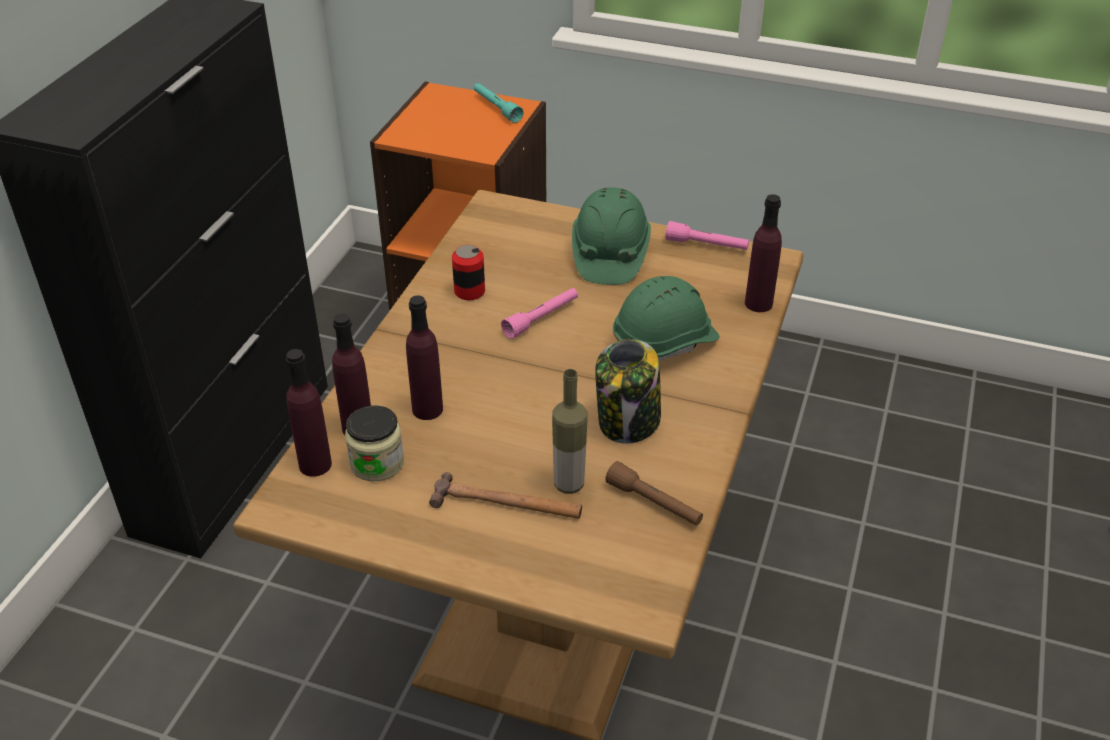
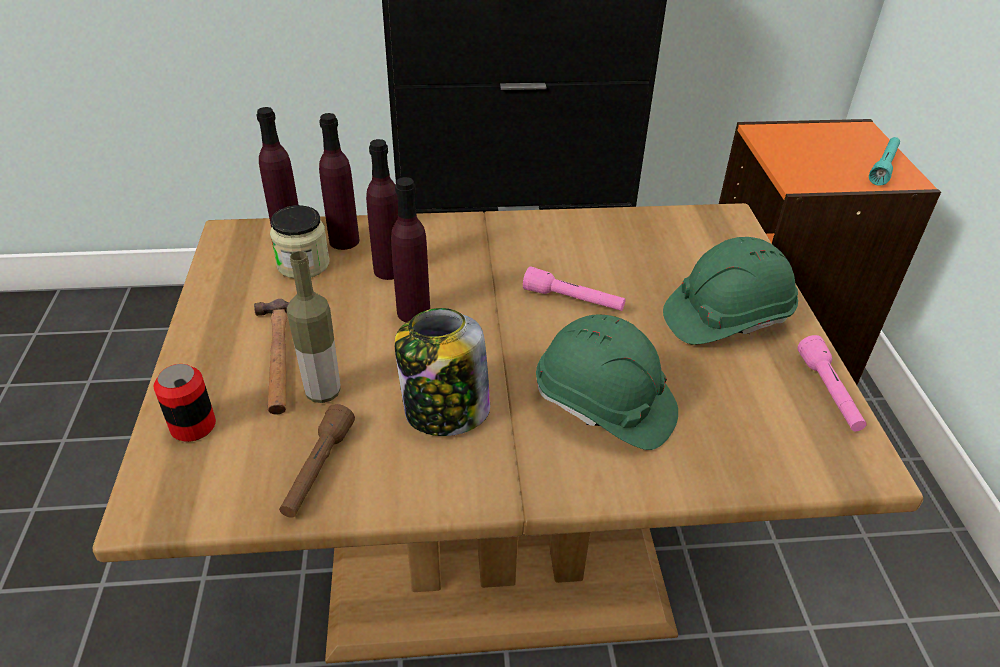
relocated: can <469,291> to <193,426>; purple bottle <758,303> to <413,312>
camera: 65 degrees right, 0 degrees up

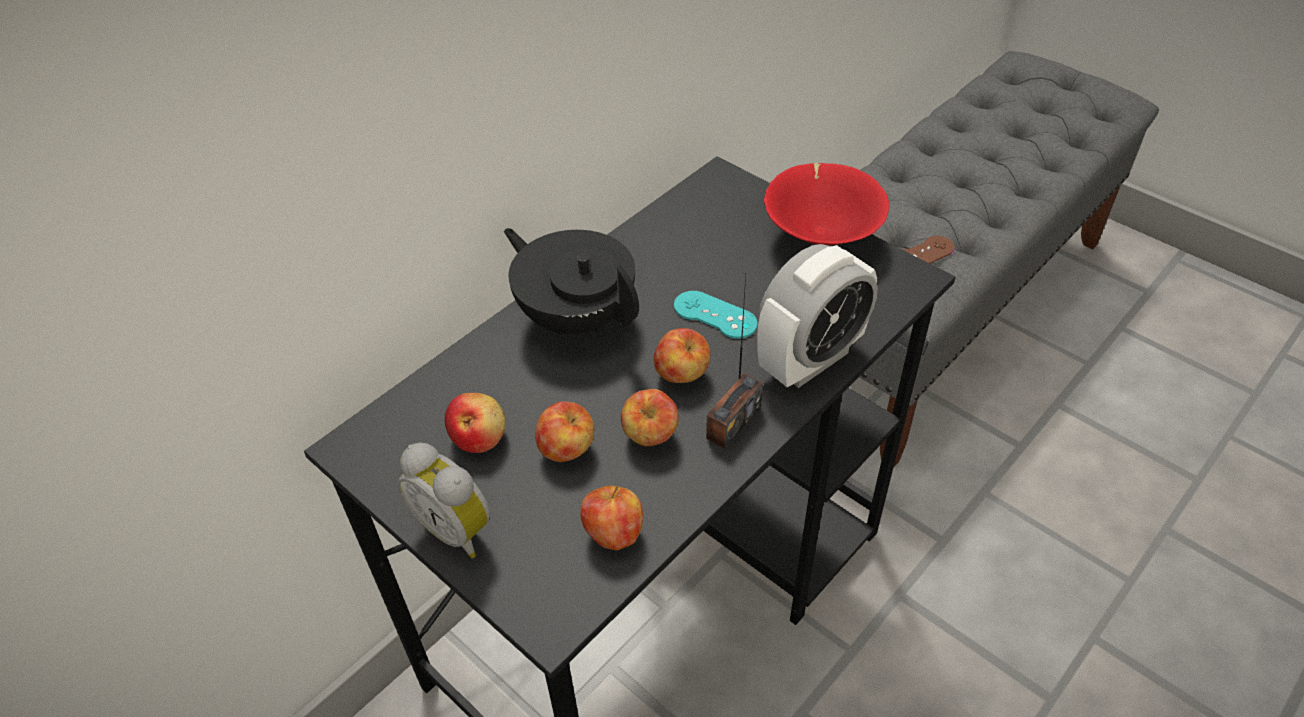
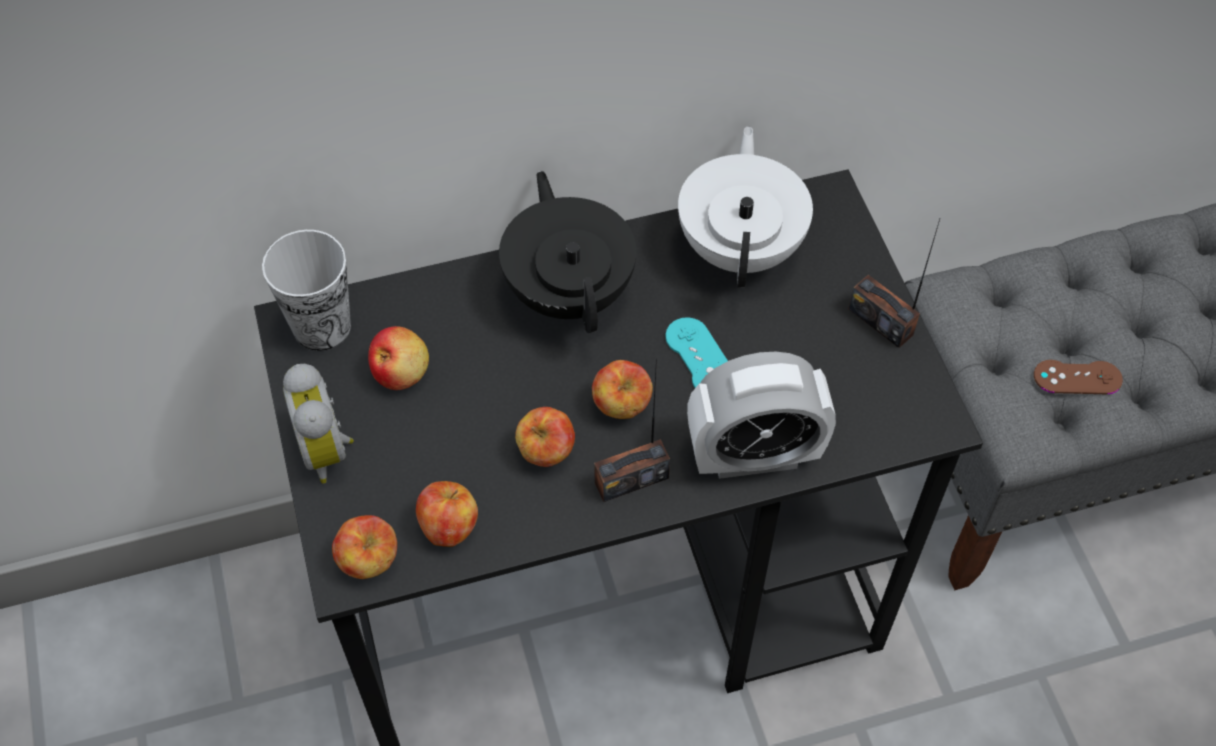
appeared: cup <322,326>; white teapot <741,247>
relocated: apple <567,450> to <368,561>
exchanged: red bowl <821,234> to radio <881,321>
camera: 30 degrees right, 10 degrees up

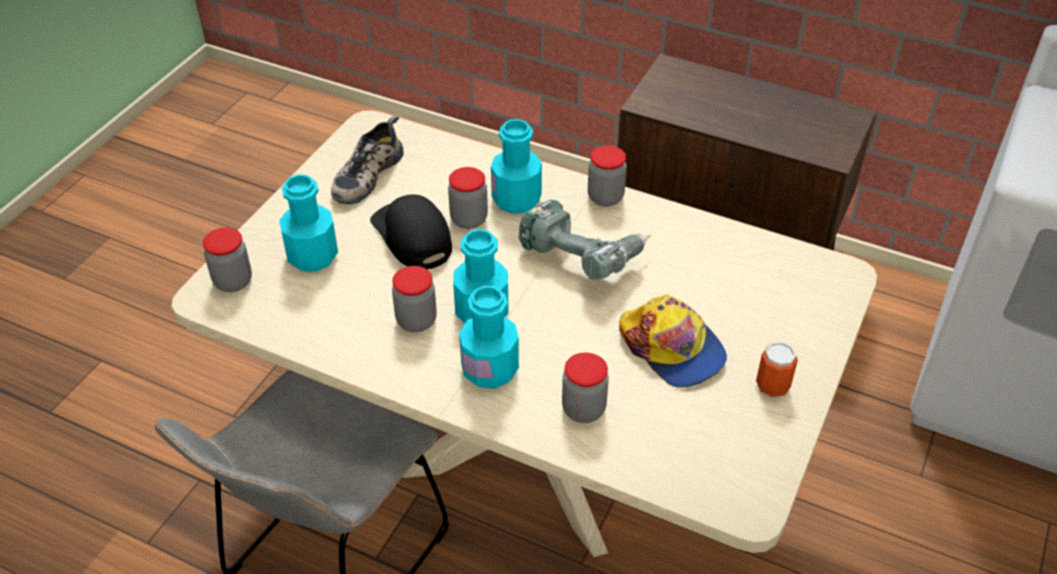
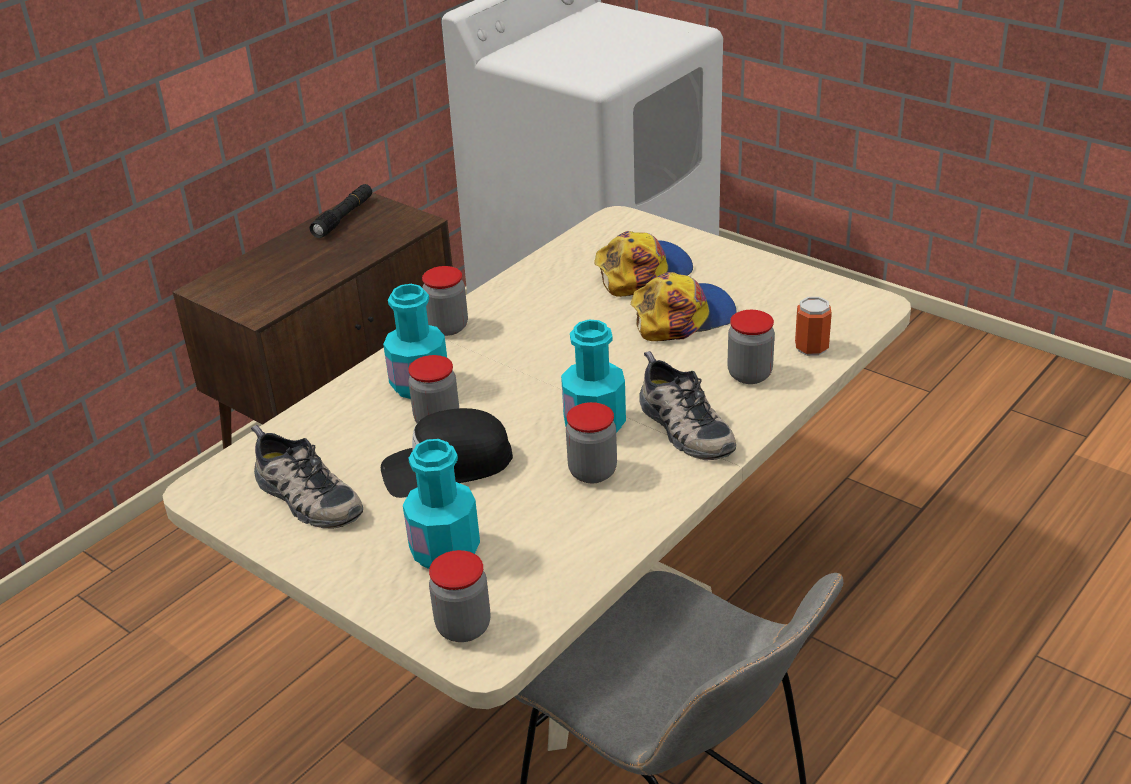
missing: power drill <583,256>
appeared: black flashlight <343,217>; cap <643,272>
relocated: can <772,386> to <811,347>
exchanged: turquoise bottle <490,369> to shoe <682,426>
camera: 75 degrees left, 10 degrees down

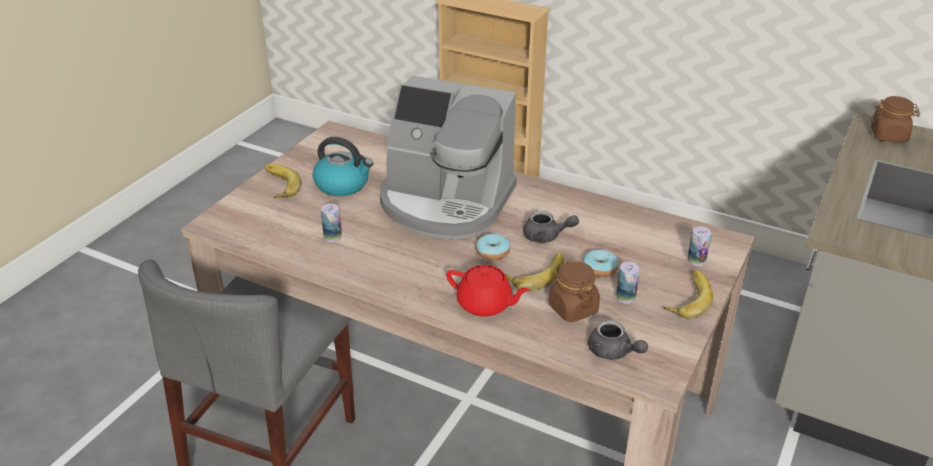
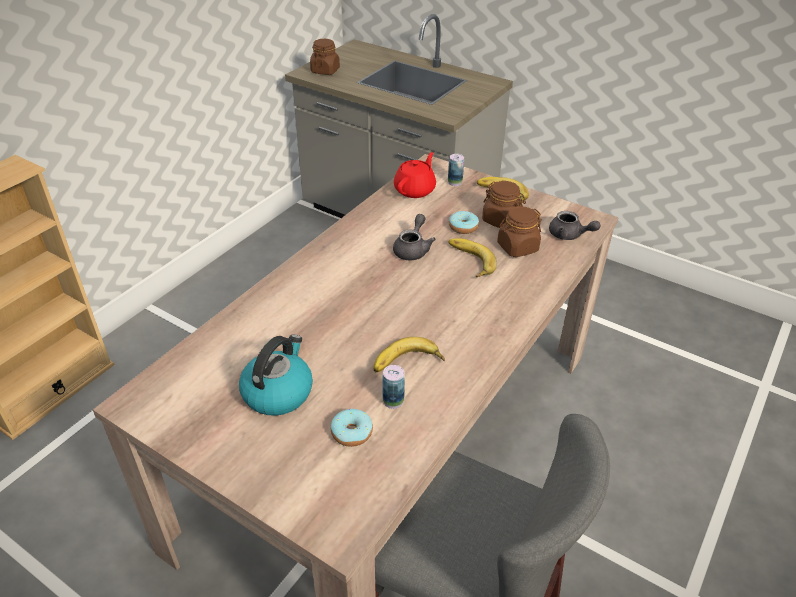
missing: coffee machine <445,203>
relocated: banana <277,185> to <408,364>; red teapot <485,304> to <415,190>; donut <492,252> to <352,433>
exchanged: can <625,297> to brown jar <502,220>
spun: grey teapot <613,352> = <569,235> 75 degrees clockwise
camera: 85 degrees left, 5 degrees up

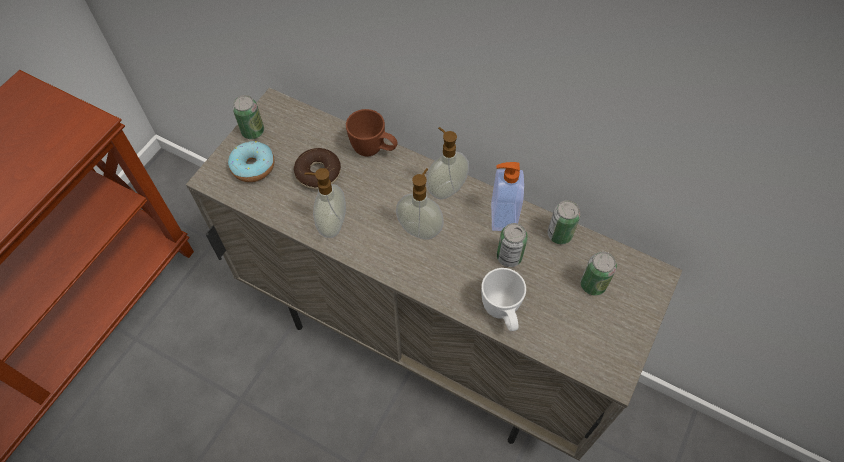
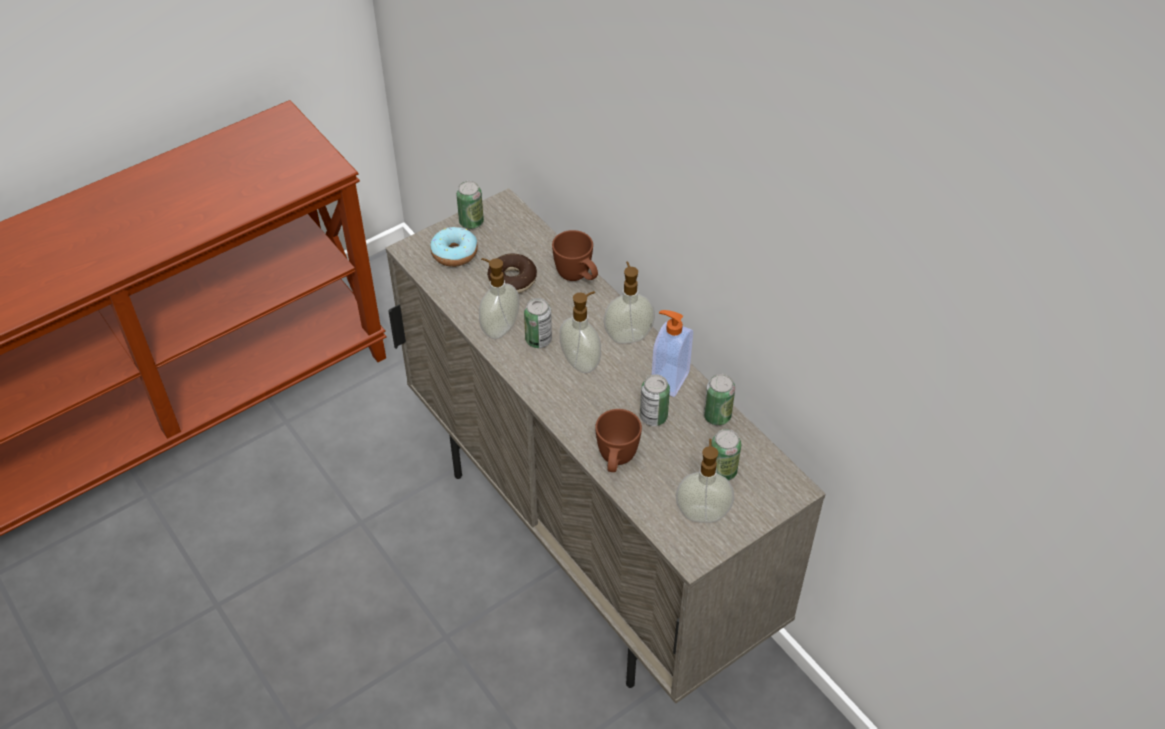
appeared: can <538,340>; soap dispenser <702,513>
colour: white mug <502,313> to brown mug <616,461>
camera: 25 degrees right, 10 degrees down

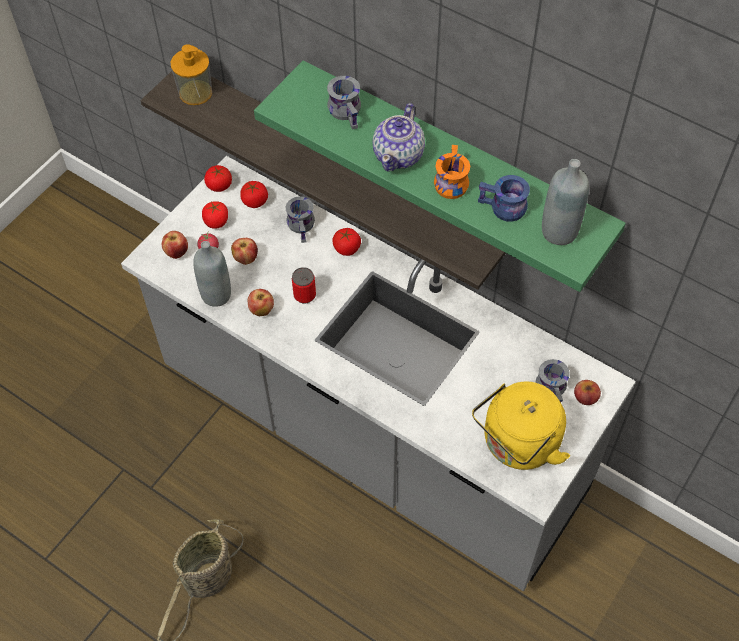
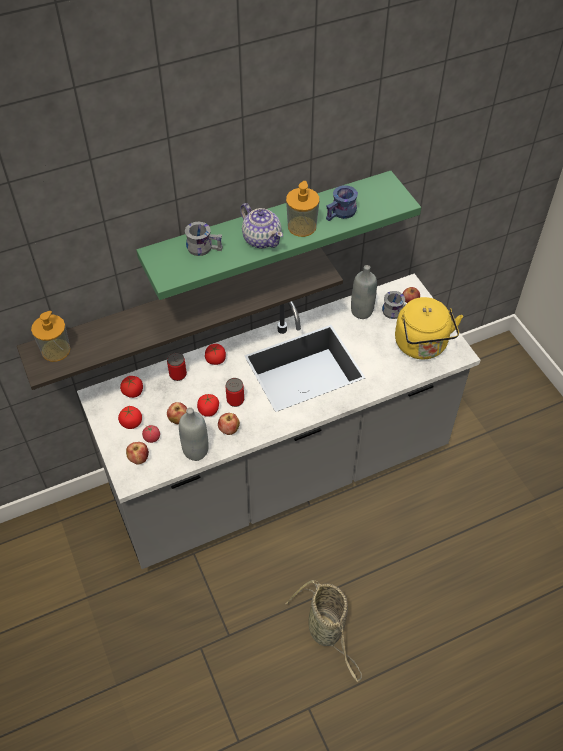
relocated: tomato <219,185> to <208,410>; grey bottle <559,231> to <361,311>
exchanged: grey mug <303,226> to can <178,374>; orange mug <448,181> to soap dispenser <302,226>
camera: 60 degrees left, 5 degrees down

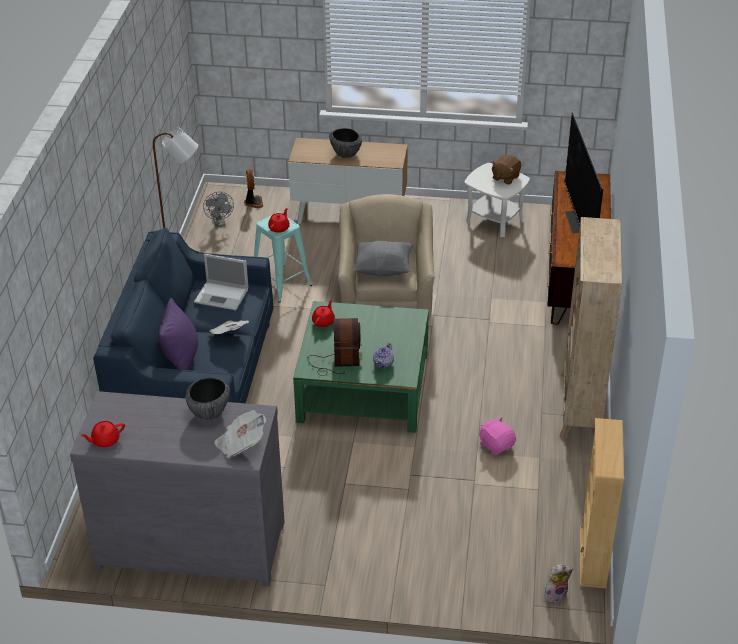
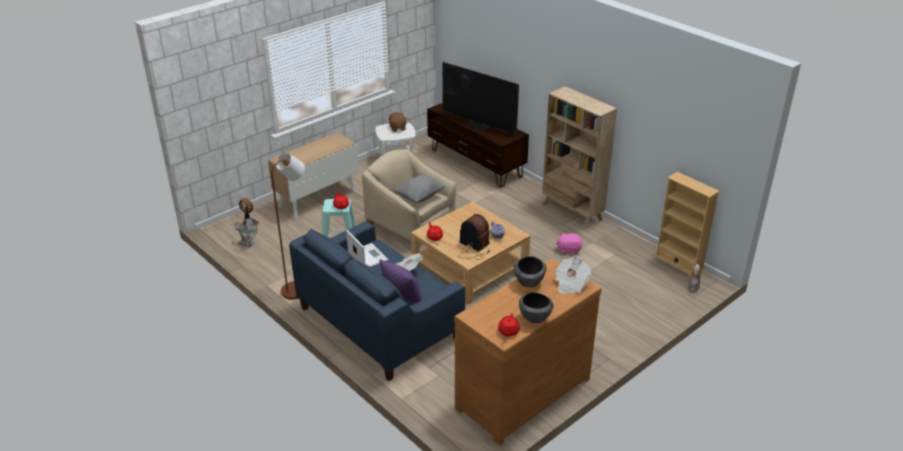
relocated: bowl <346,154> to <535,318>
colour: grey dresser <191,542> to brown dresser <521,392>; green coffee table <363,387> to beige coffee table <470,267>
spun: laptop <222,296> = <367,256> 90 degrees counterclockwise
camera: 50 degrees left, 5 degrees down

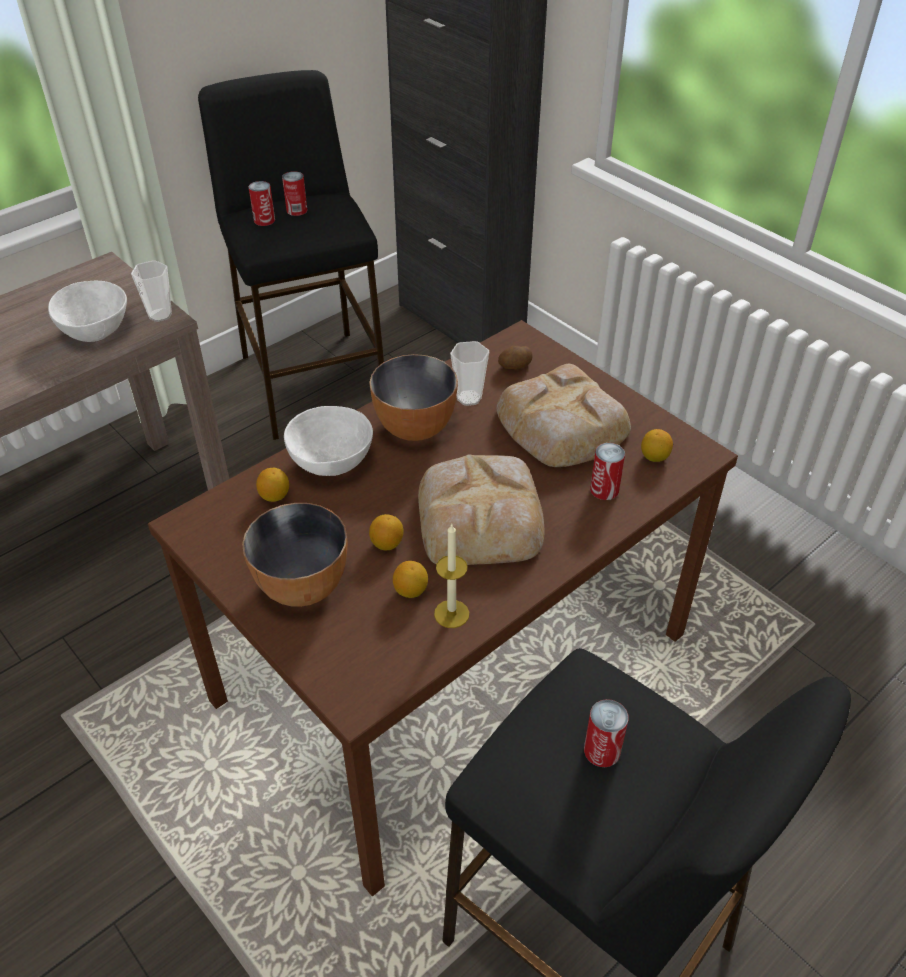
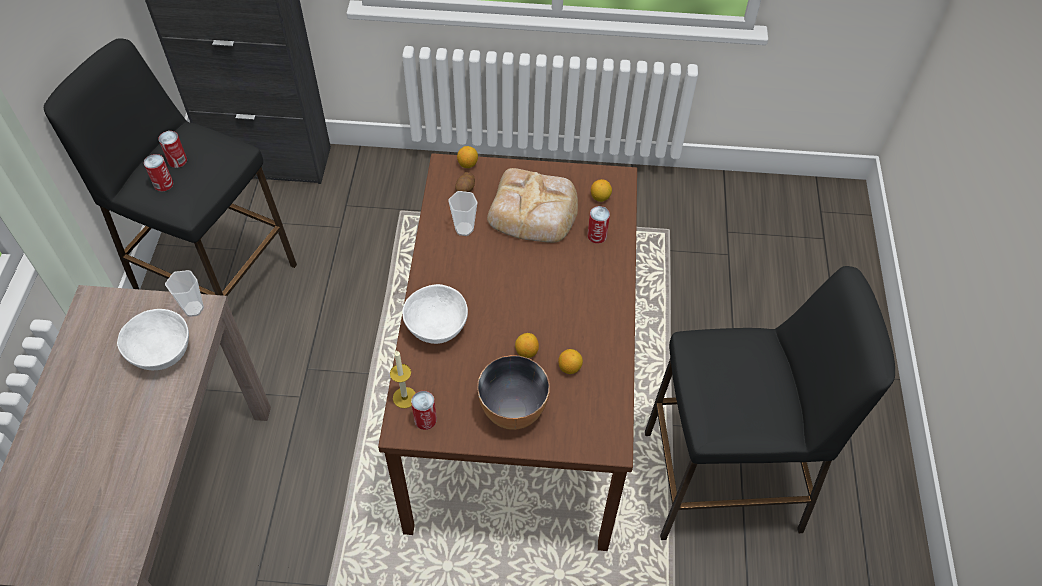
missing: bowl <415,428>; bread <481,517>
relocated: lemon <275,496> to <467,164>; candle <451,614> to <404,397>; can <602,750> to <425,419>
camera: 45 degrees left, 10 degrees up

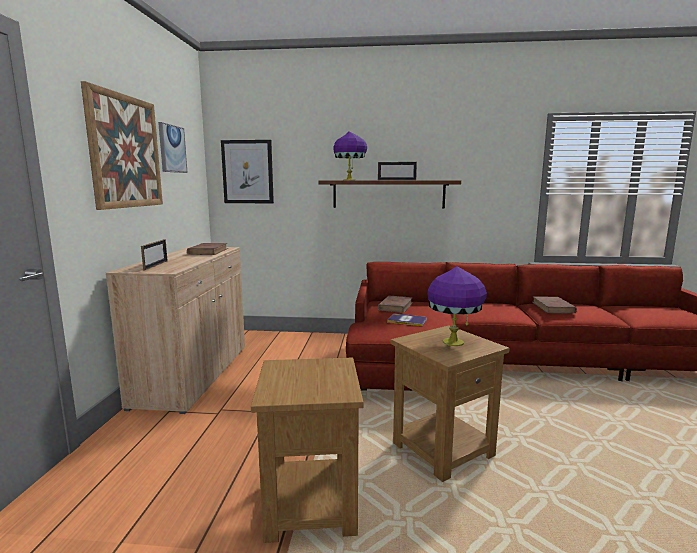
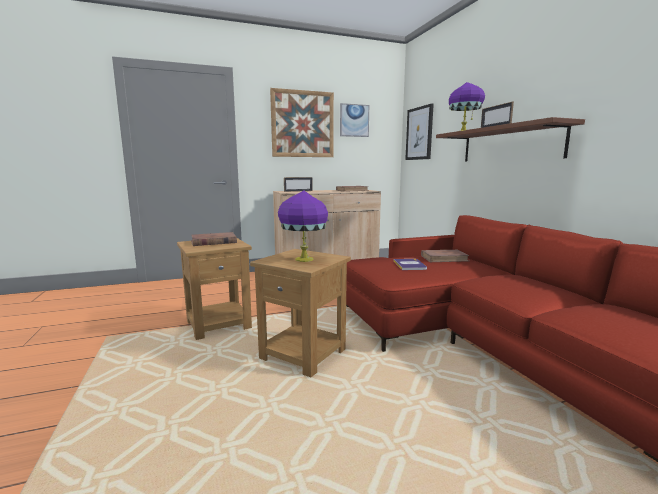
relocated: brown book <553,307> to <213,242>
camera: 65 degrees right, 0 degrees up

